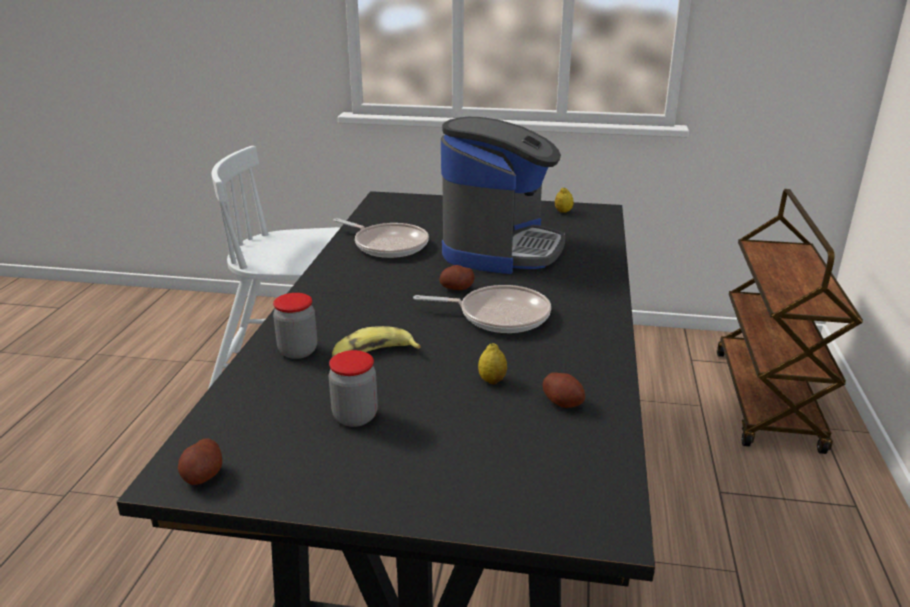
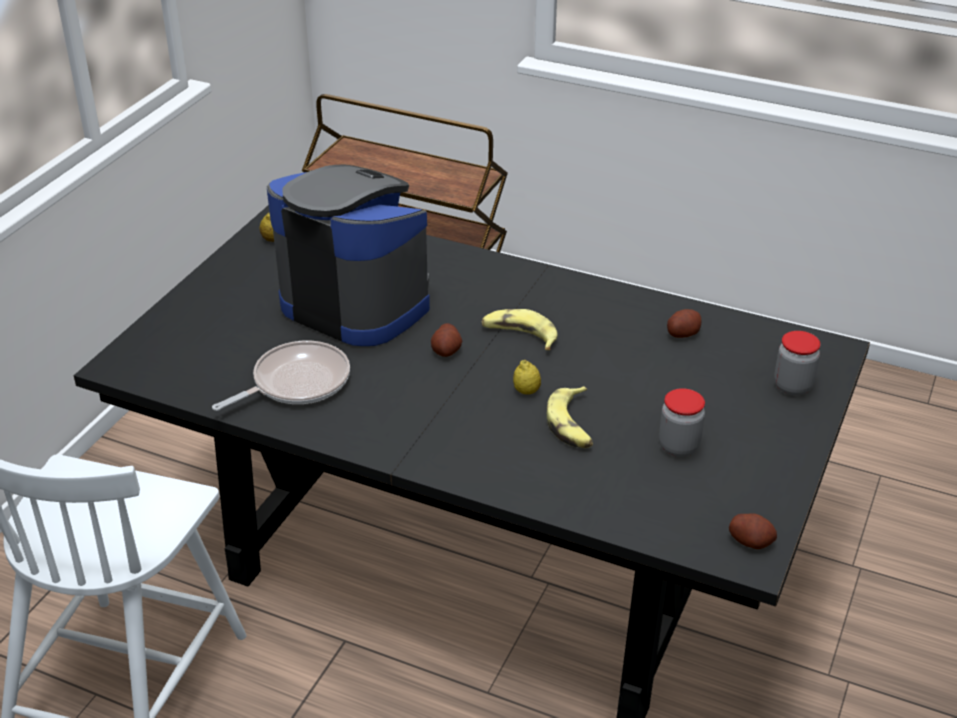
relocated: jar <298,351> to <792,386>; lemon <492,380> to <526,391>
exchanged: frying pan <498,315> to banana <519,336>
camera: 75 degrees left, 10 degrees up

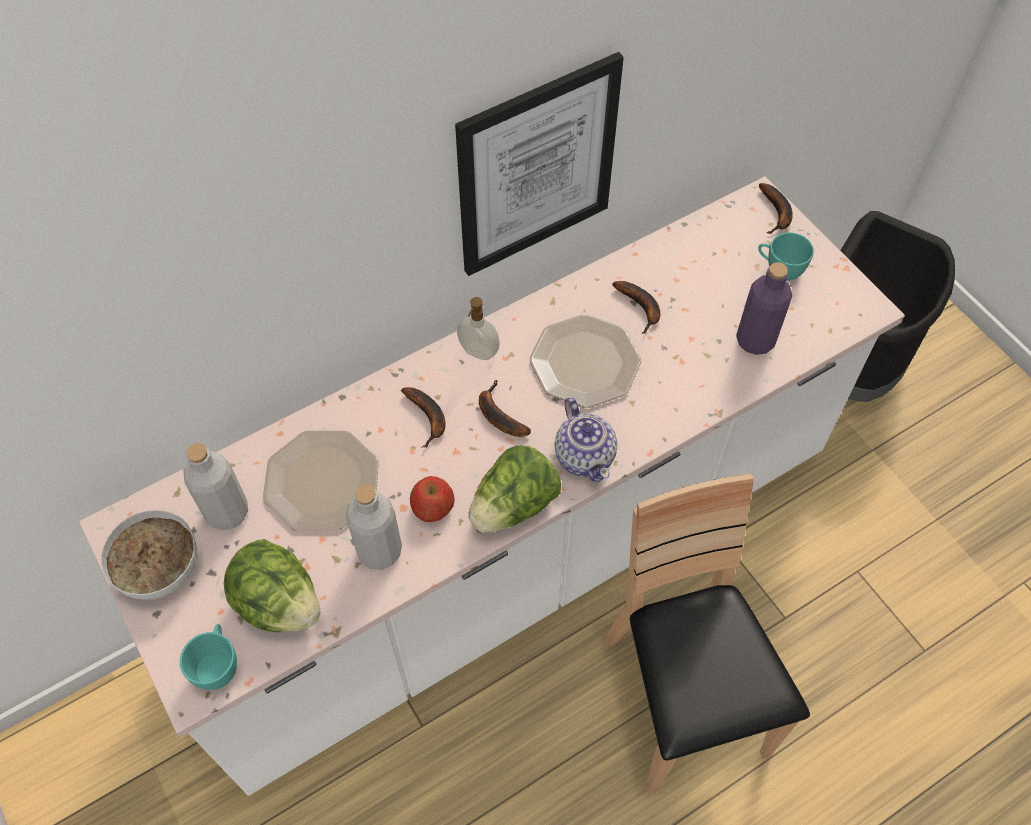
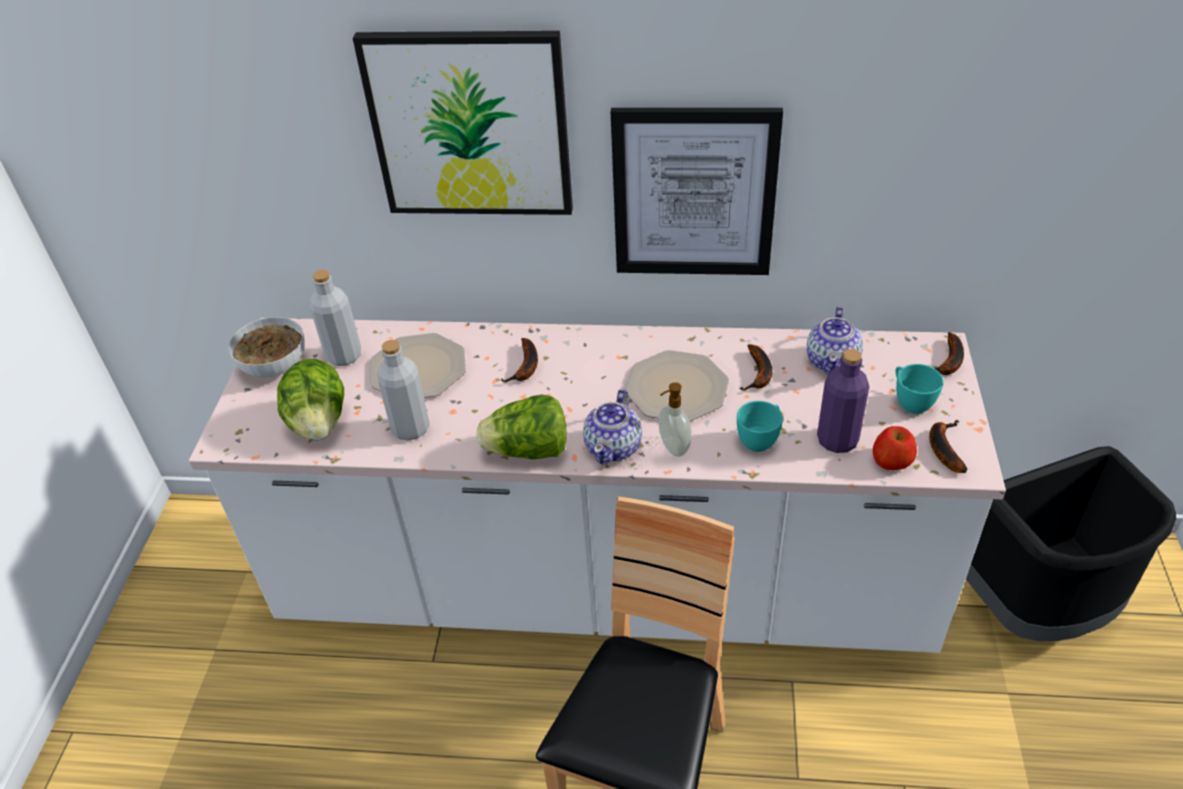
appeared: picture <470,125>; teapot <833,361>
relocated: turquoise cup <218,665> to <760,439>; apple <432,507> to <891,461>; soap dispenser <478,352> to <673,447>; banana <497,415> to <943,448>
camera: 40 degrees right, 15 degrees down

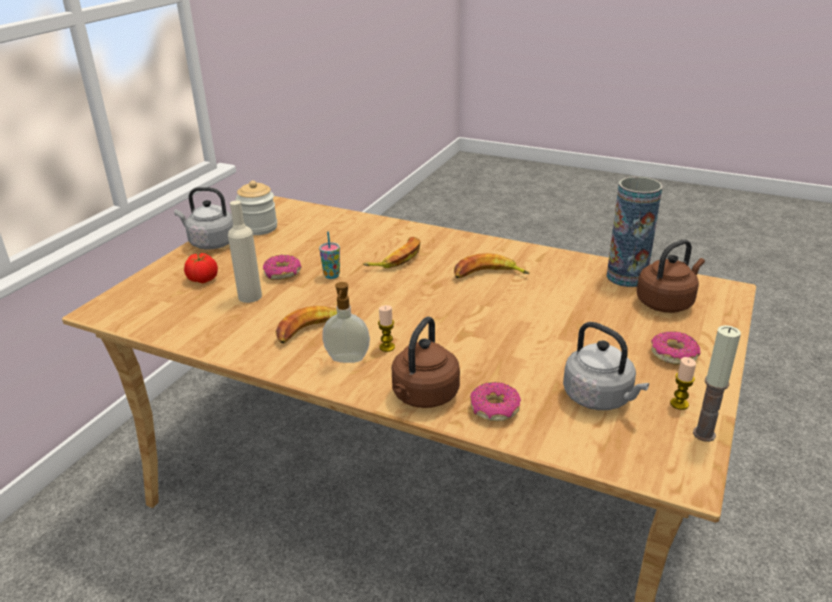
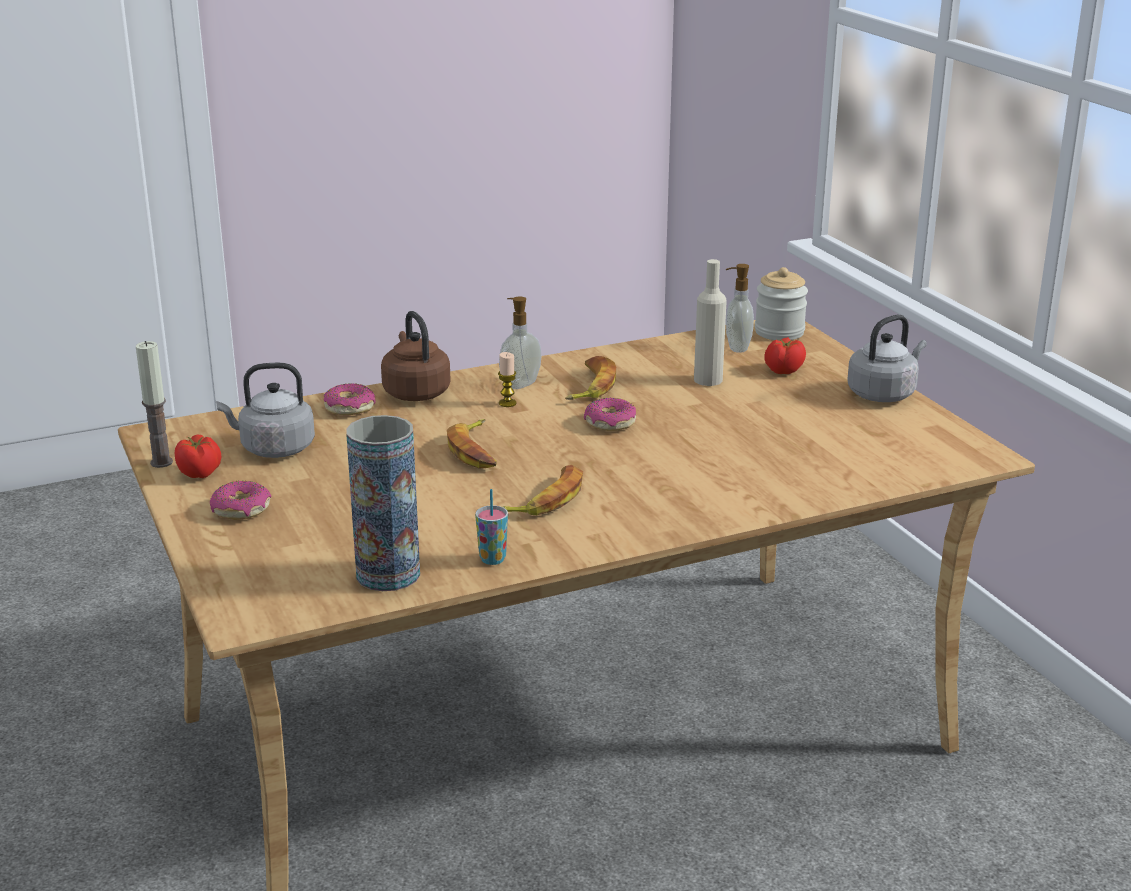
missing: brown kettle <666,302>
appeared: soap dispenser <736,347>
relocated: jar <259,228> to <779,332>; donut <283,273> to <610,423>; cup <331,275> to <492,559>; banana <396,258> to <476,451>
exchanged: candle <679,404> to tomato <200,473>
camera: 130 degrees right, 5 degrees down

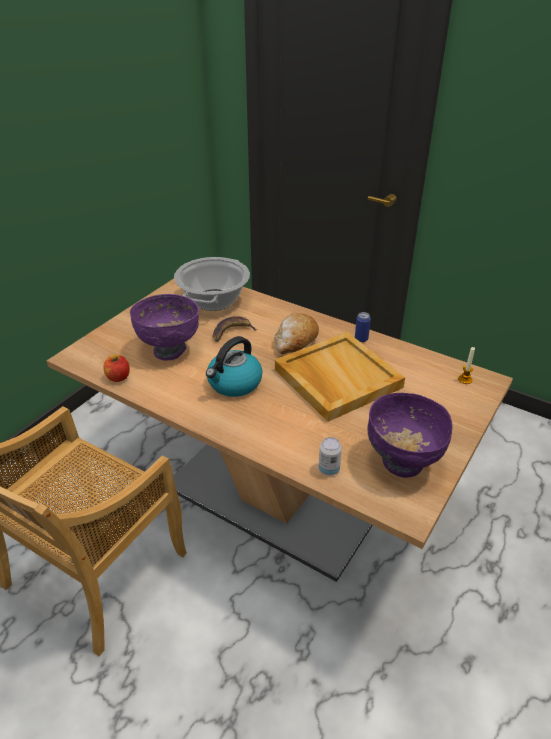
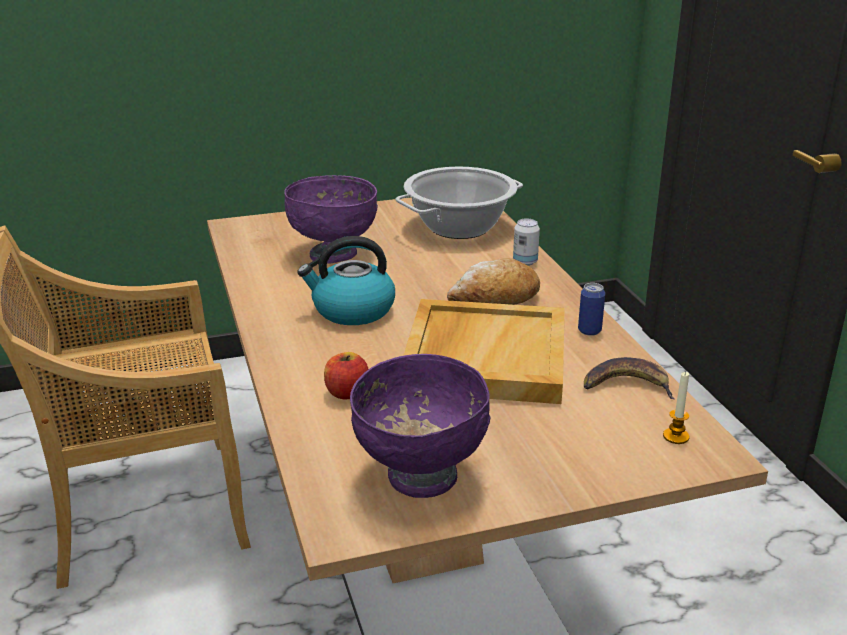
relocated: apple <118,377> to <346,392>; banana <232,332> to <627,385>; can <329,469> to <525,262>
camera: 40 degrees right, 10 degrees down

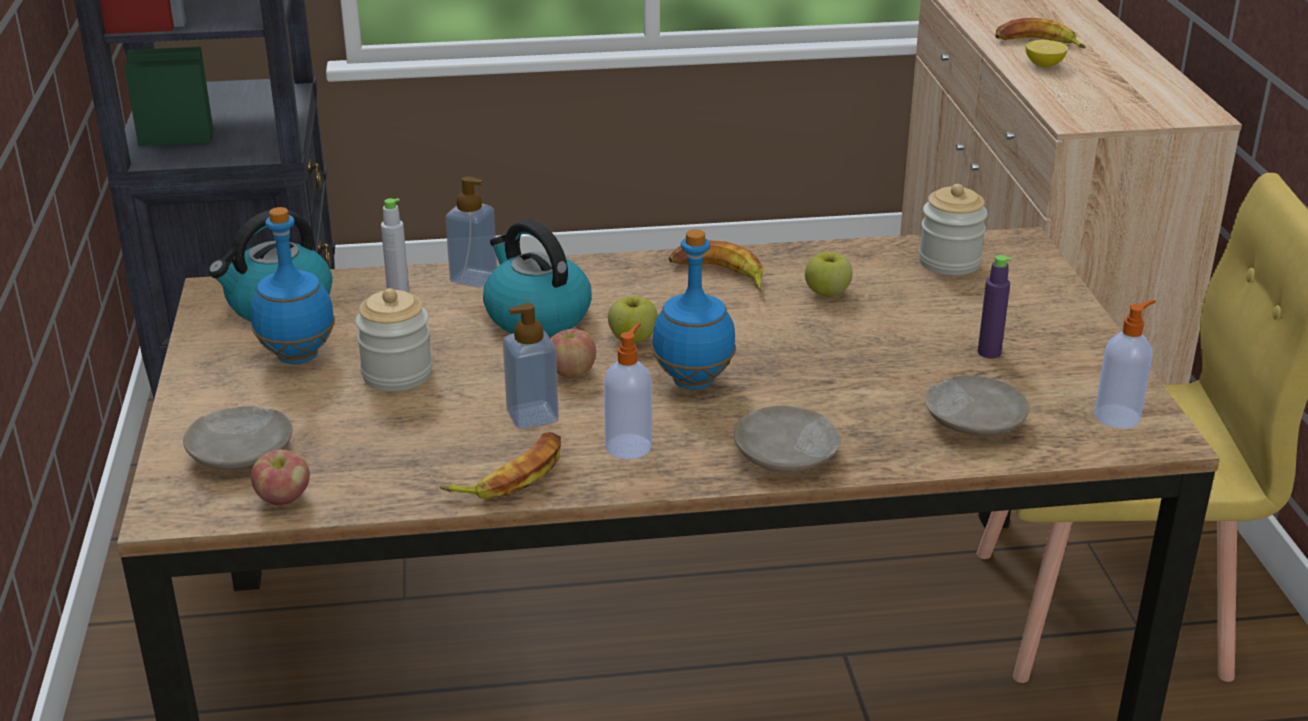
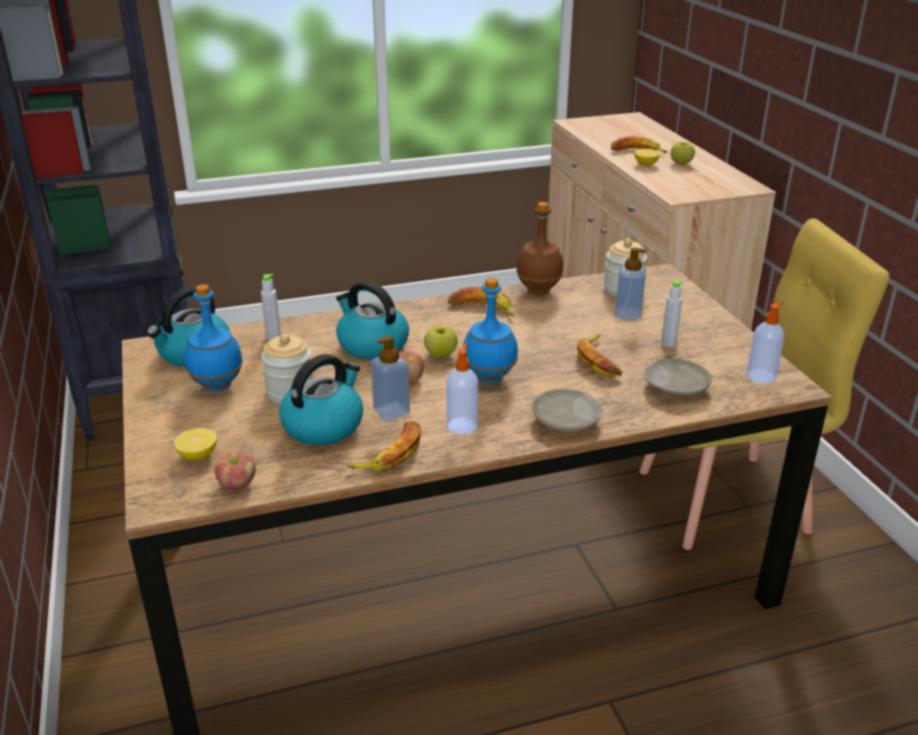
appeared: kettle <324,425>; brown bottle <538,291>; banana <599,361>
relocated: soap dispenser <474,278> to <628,314>; apple <827,293> to <681,163>
exchanged: beige plate <242,452> to lemon <198,456>
colour: purple bottle <989,352> to grey bottle <668,343>
camera: 10 degrees left, 0 degrees up

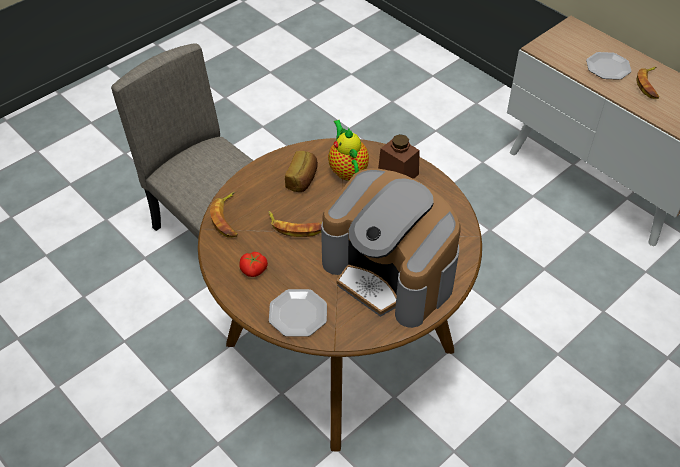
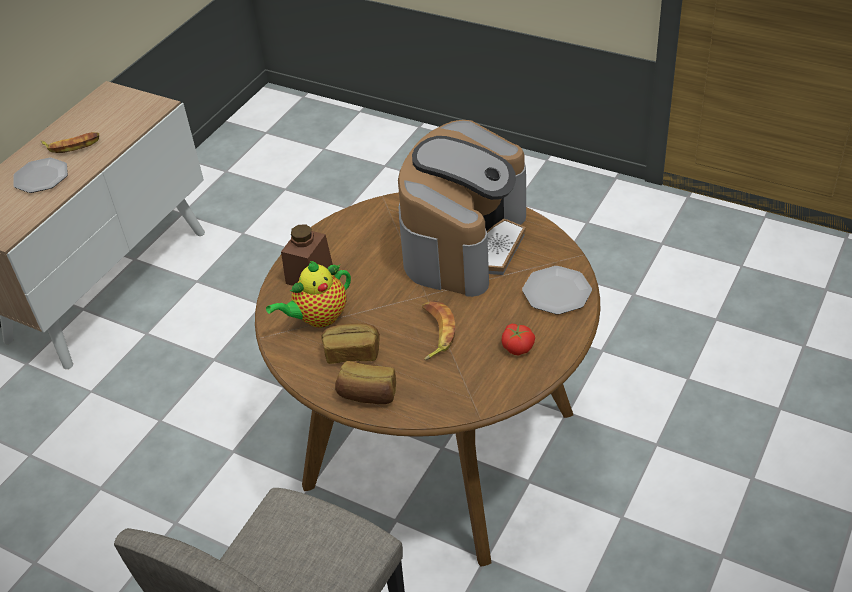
missing: banana <227,218>
appeared: bread <367,395>
camera: 105 degrees left, 5 degrees down

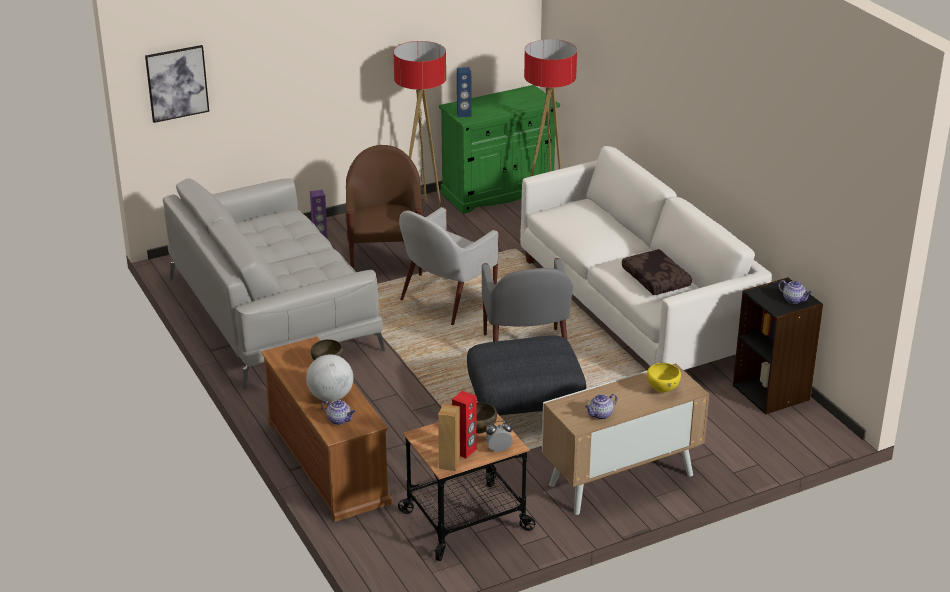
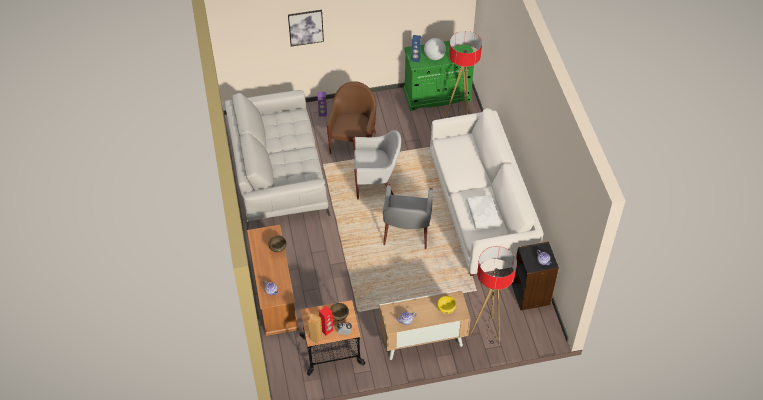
missing: grey ottoman <524,410>
relocated: picture <177,83> to <305,27>; globe <330,397> to <434,57>; floor lamp <423,215> to <487,332>
colour: brown pillow <657,279> to white pillow <483,214>
spun: white armchair <446,301> = <376,182> 150 degrees counterclockwise
camera: 15 degrees right, 20 degrees up

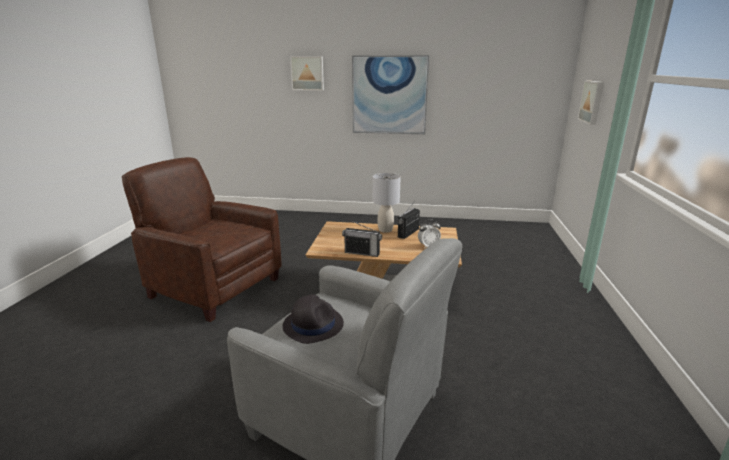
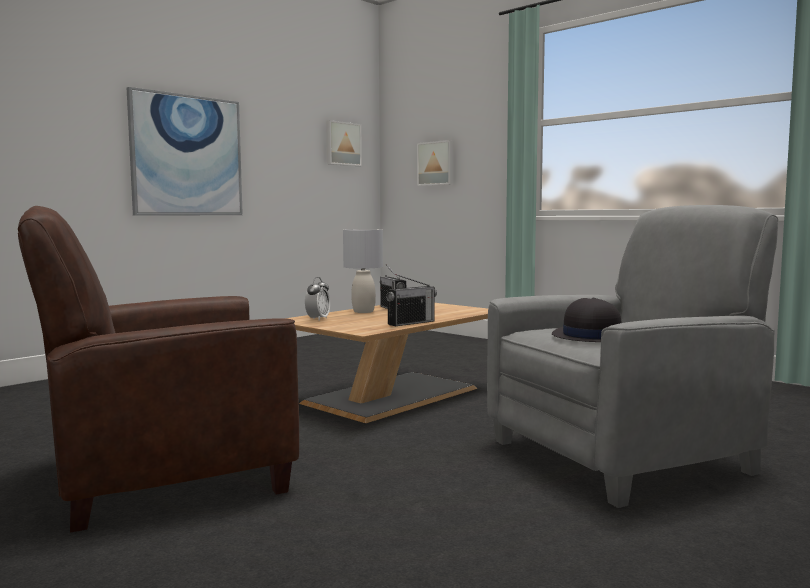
relocated: picture <307,73> to <342,144>; alarm clock <428,246> to <318,319>
camera: 55 degrees left, 15 degrees down

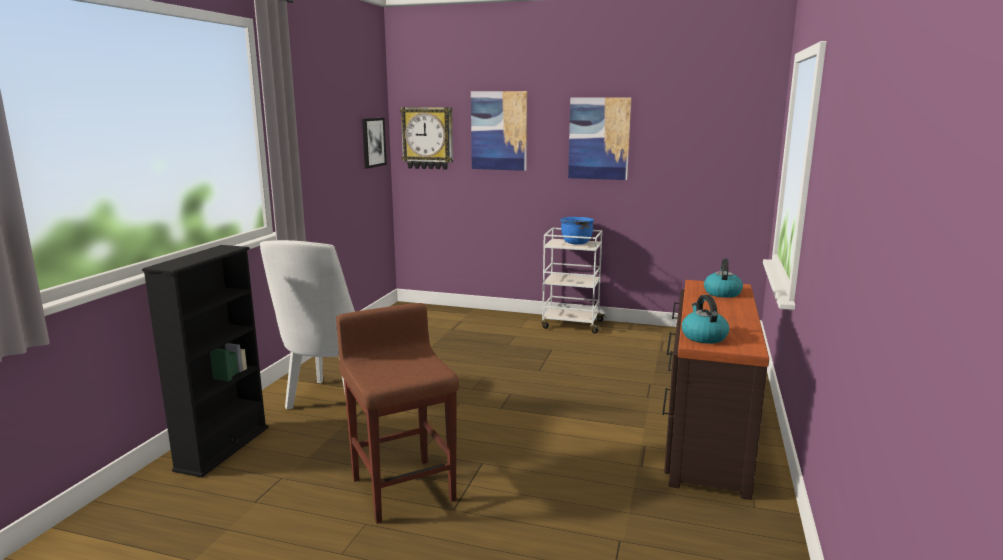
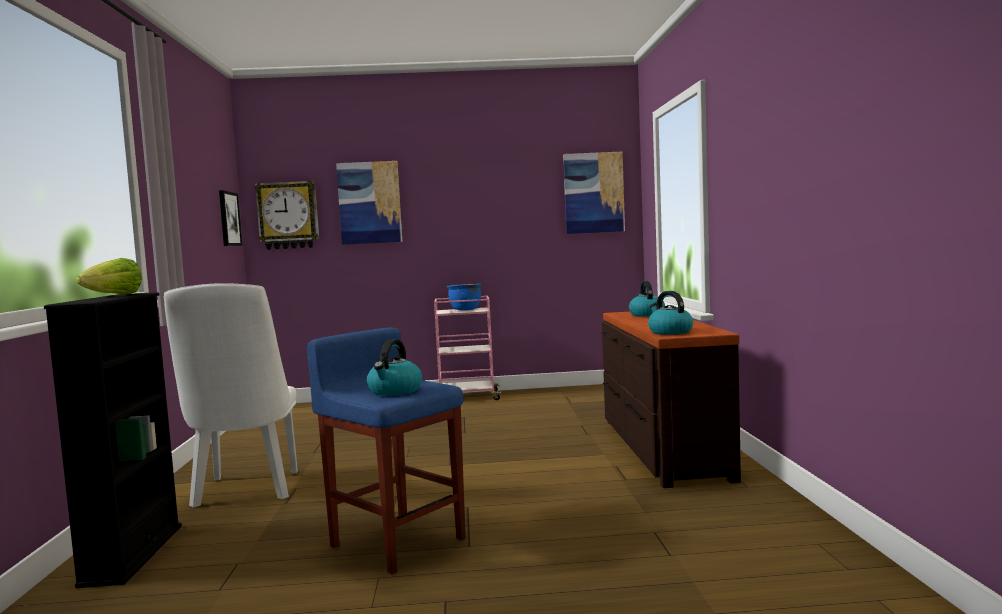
appeared: lettuce <114,295>; kettle <395,391>
relocated: picture <599,138> to <593,193>
colour: brown stool <402,488> to blue stool <396,541>; white cart <571,324> to pink cart <468,397>
camera: 20 degrees left, 10 degrees down

